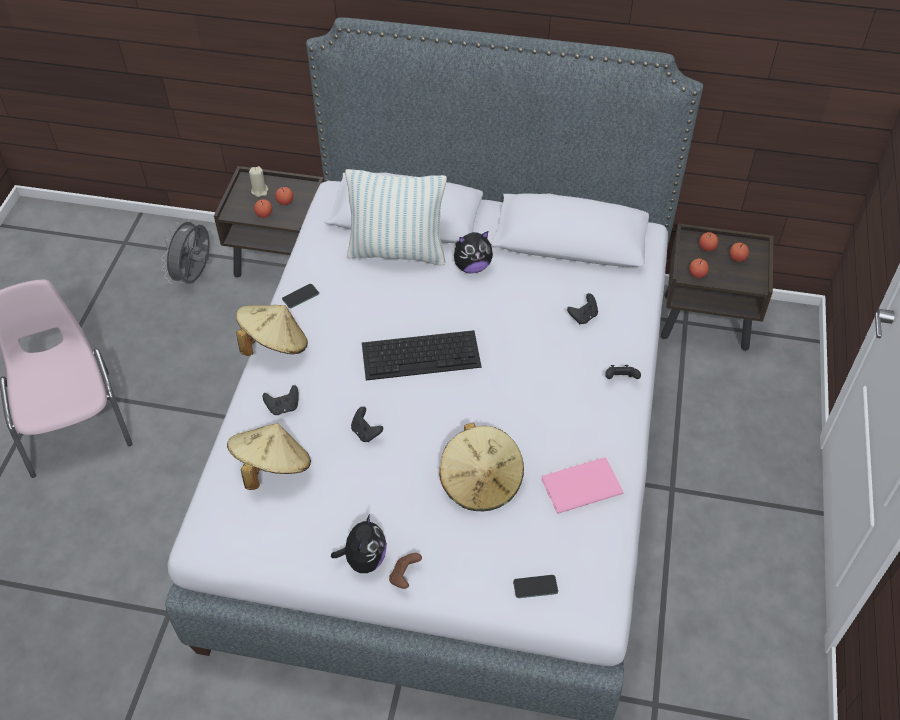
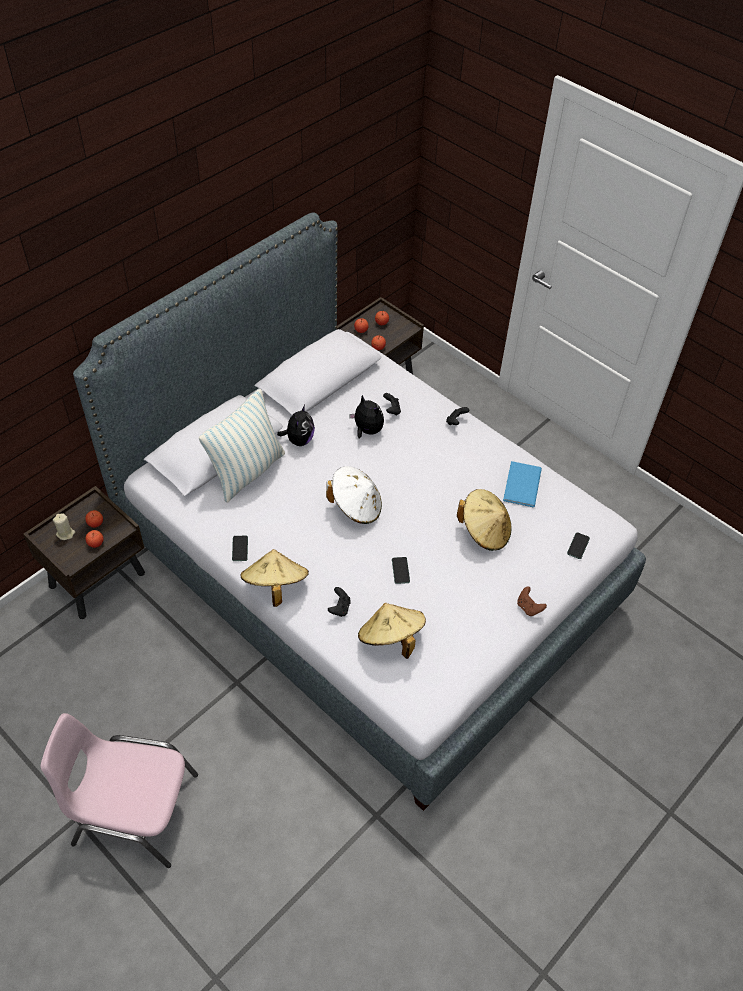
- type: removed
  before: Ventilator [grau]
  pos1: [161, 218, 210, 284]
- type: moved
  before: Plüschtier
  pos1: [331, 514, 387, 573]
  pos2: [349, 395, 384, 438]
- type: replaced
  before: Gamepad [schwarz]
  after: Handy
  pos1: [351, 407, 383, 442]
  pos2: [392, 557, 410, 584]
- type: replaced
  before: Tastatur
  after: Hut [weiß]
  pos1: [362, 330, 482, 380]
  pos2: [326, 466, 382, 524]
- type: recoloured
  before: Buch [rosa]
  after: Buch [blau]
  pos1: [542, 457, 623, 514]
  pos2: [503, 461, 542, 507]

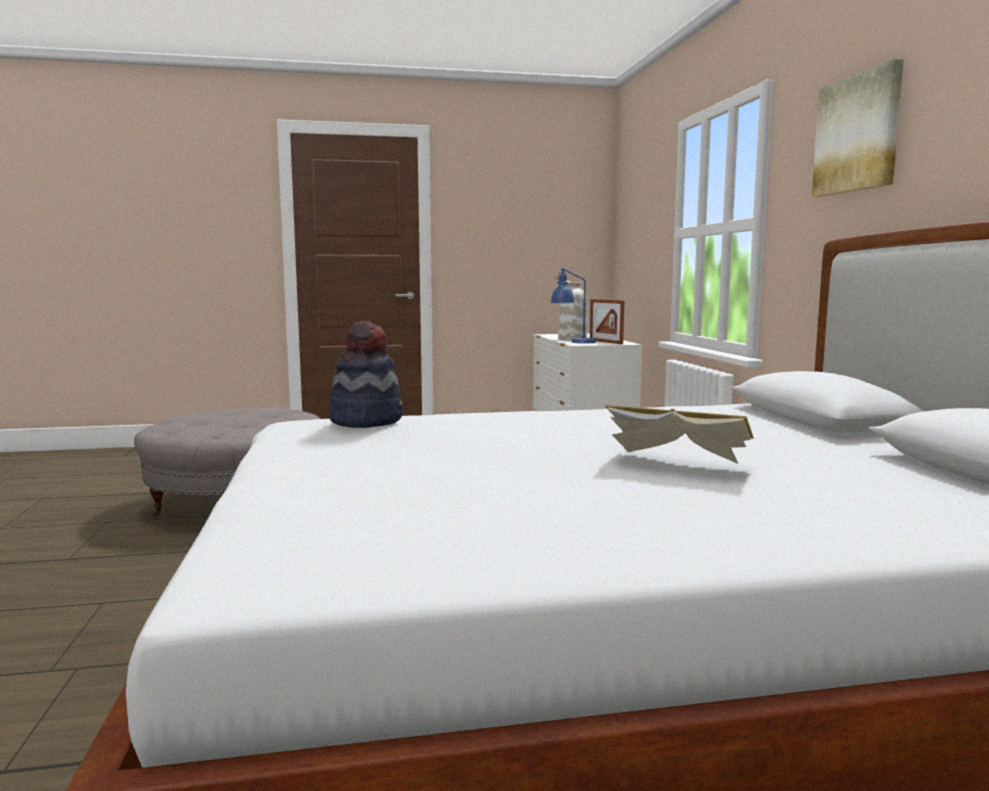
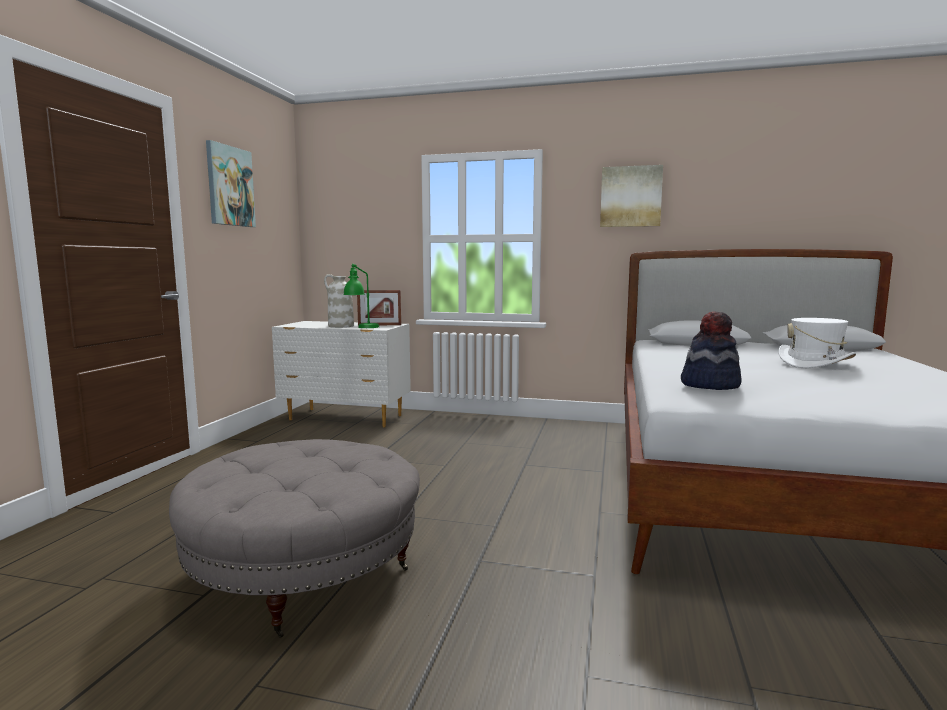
- type: recoloured
  before: Tischlampe [blau]
  after: Tischlampe [grün]
  pos1: [550, 268, 596, 343]
  pos2: [343, 264, 379, 328]
- type: replaced
  before: Buch
  after: Hut [weiß]
  pos1: [605, 405, 754, 464]
  pos2: [778, 318, 856, 368]
- type: added
  after: Bild
  pos2: [206, 140, 256, 227]

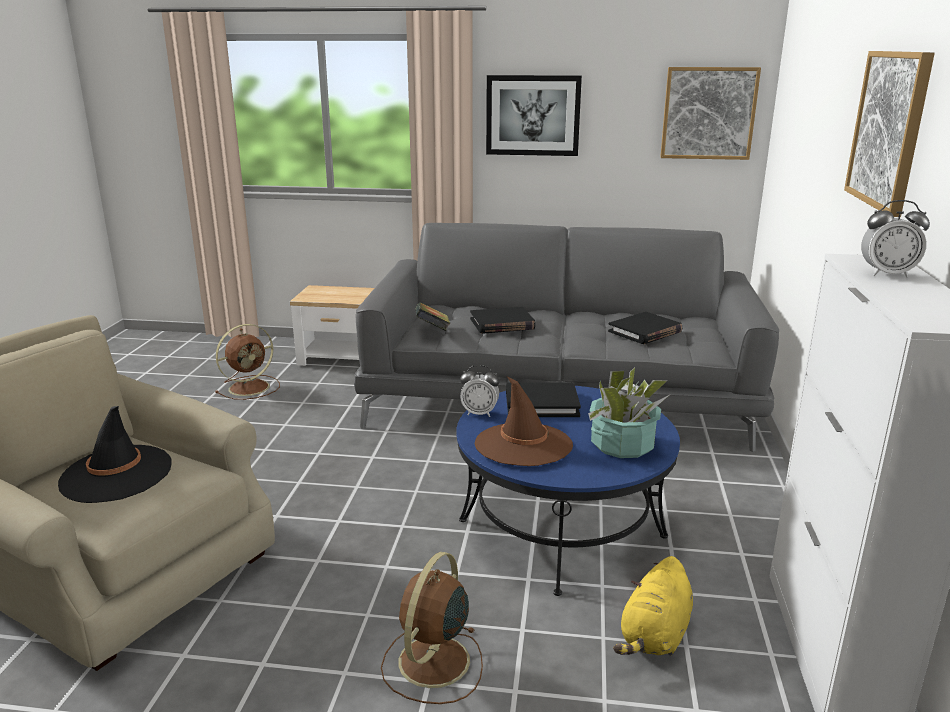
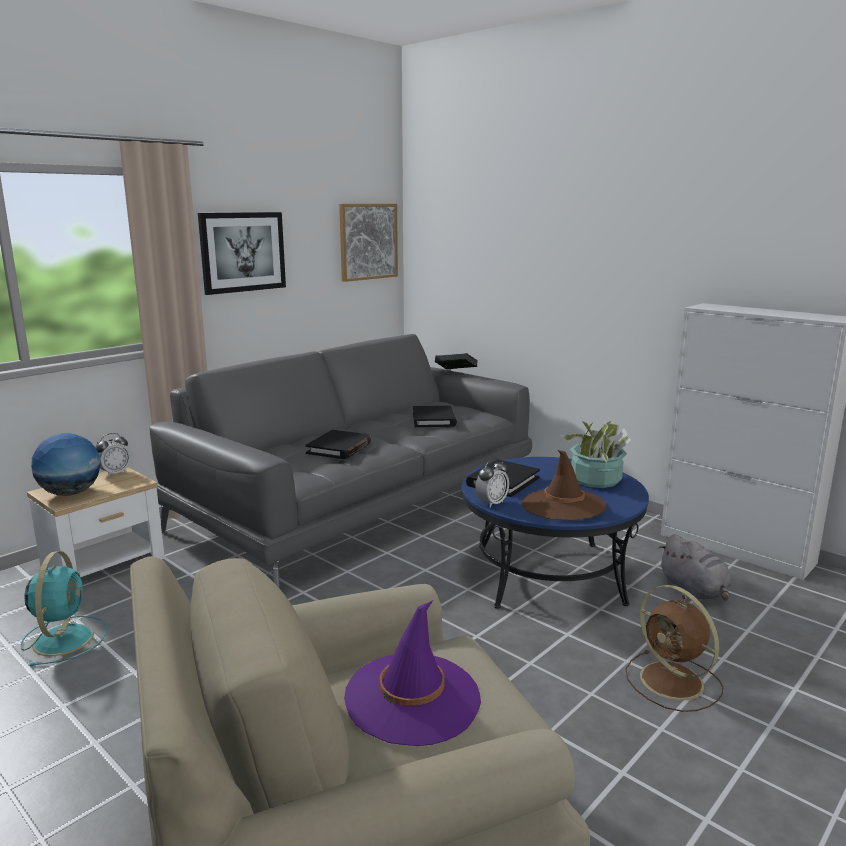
- type: recoloured
  before: Hut [schwarz]
  after: Hut [lila]
  pos1: [58, 406, 172, 503]
  pos2: [344, 600, 481, 746]
- type: recoloured
  before: Ventilator [braun]
  after: Ventilator [türkis]
  pos1: [215, 324, 280, 400]
  pos2: [21, 551, 107, 667]
- type: moved
  before: Buch
  pos1: [416, 302, 451, 331]
  pos2: [435, 353, 478, 370]
- type: recoloured
  before: Plüschtier [gelb]
  after: Plüschtier [grau]
  pos1: [613, 556, 693, 656]
  pos2: [659, 534, 731, 601]
- type: removed
  before: Bild
  pos1: [844, 51, 935, 217]
- type: moved
  before: Wecker
  pos1: [861, 200, 930, 278]
  pos2: [95, 433, 131, 477]
- type: added
  after: Globus
  pos2: [31, 433, 101, 496]

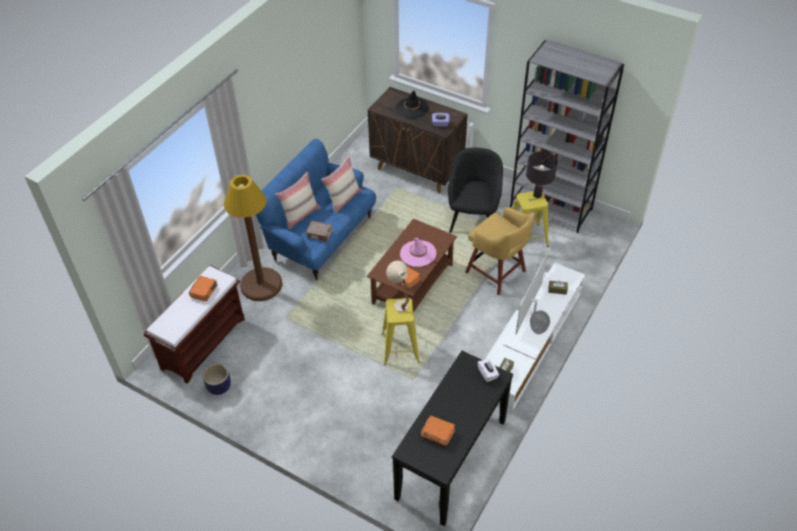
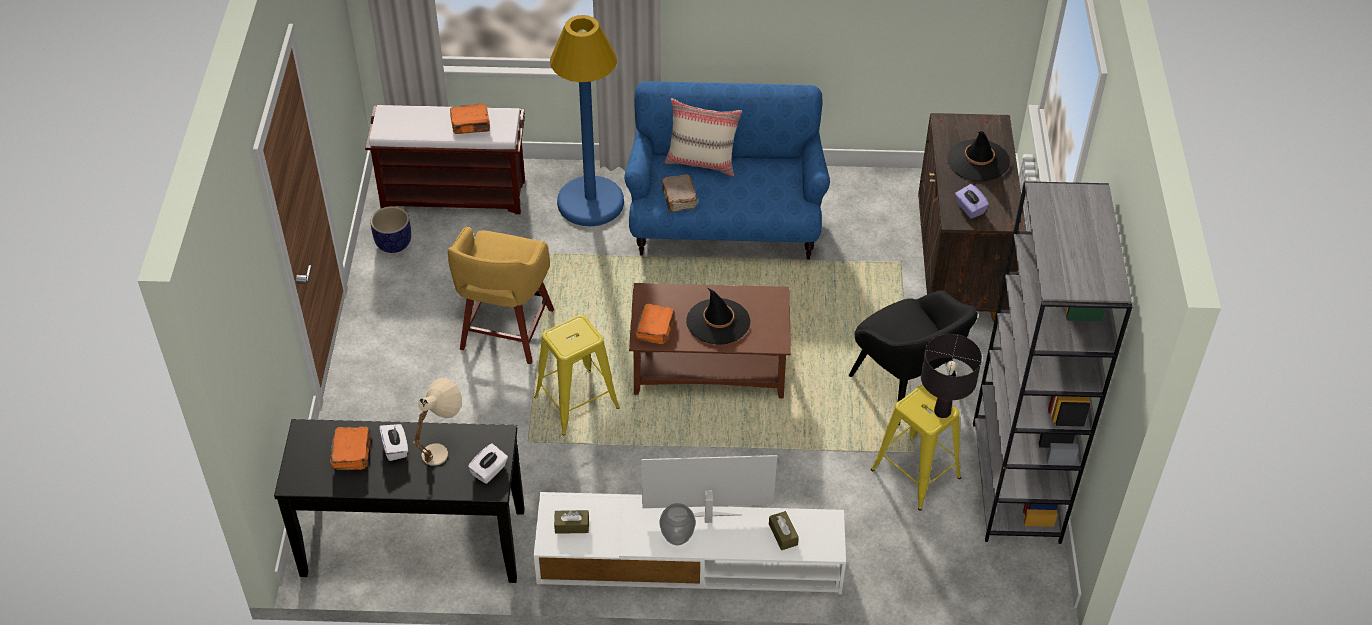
- type: recoloured
  before: Stehlampe [braun]
  after: Stehlampe [blau]
  pos1: [224, 175, 282, 301]
  pos2: [550, 15, 624, 226]
- type: removed
  before: Kissen [beige]
  pos1: [321, 156, 362, 214]
- type: moved
  before: Tischlampe [beige]
  pos1: [386, 260, 409, 312]
  pos2: [413, 378, 462, 466]
- type: recoloured
  before: Hut [rosa]
  after: Hut [schwarz]
  pos1: [400, 238, 437, 267]
  pos2: [686, 288, 750, 345]
- type: turned
  before: Sessel [schwarz]
  pos1: [448, 148, 503, 233]
  pos2: [849, 290, 977, 426]
  turn: 75
- type: moved
  before: Hocker [gelb]
  pos1: [465, 207, 535, 295]
  pos2: [448, 226, 554, 364]
- type: added
  after: Taschentuchbox [weiß]
  pos2: [379, 424, 408, 461]

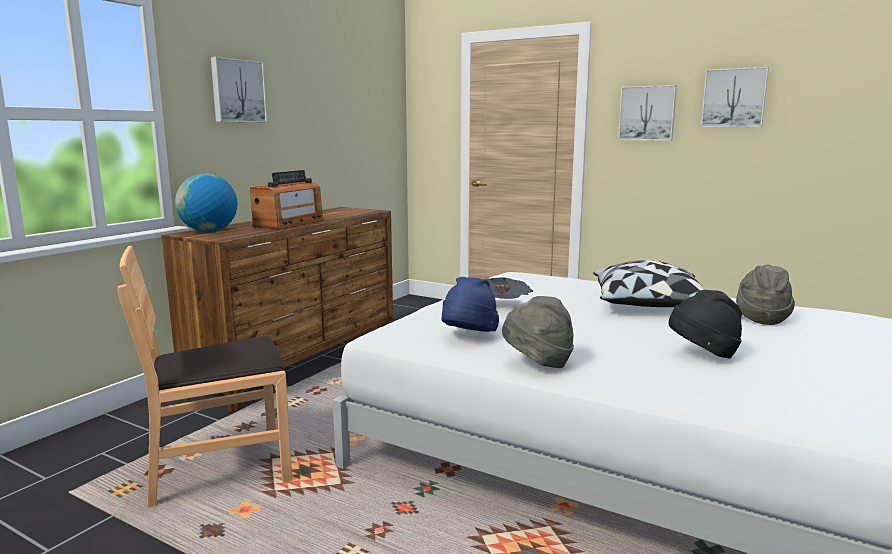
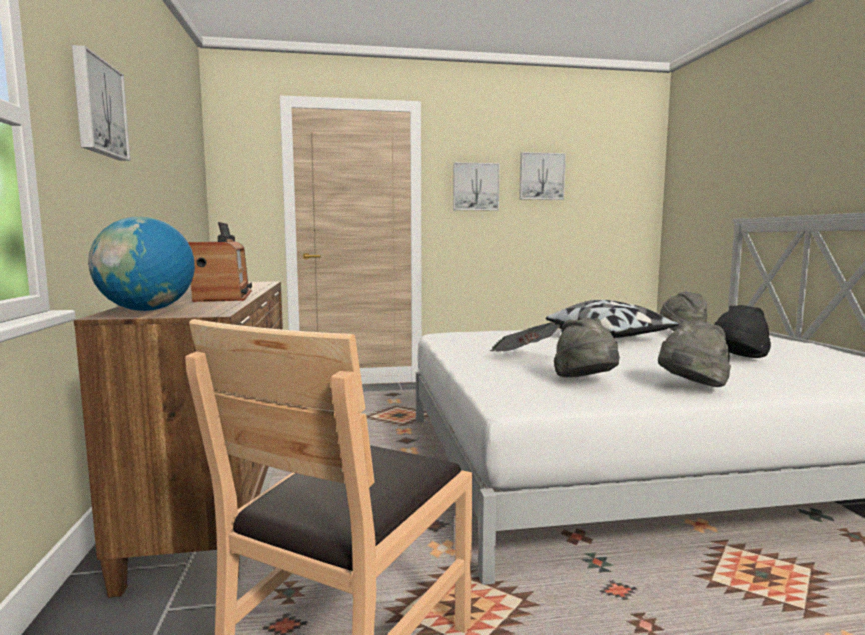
- type: recoloured
  before: Hut [blau]
  after: Hut [grau]
  pos1: [442, 277, 499, 332]
  pos2: [554, 318, 620, 377]

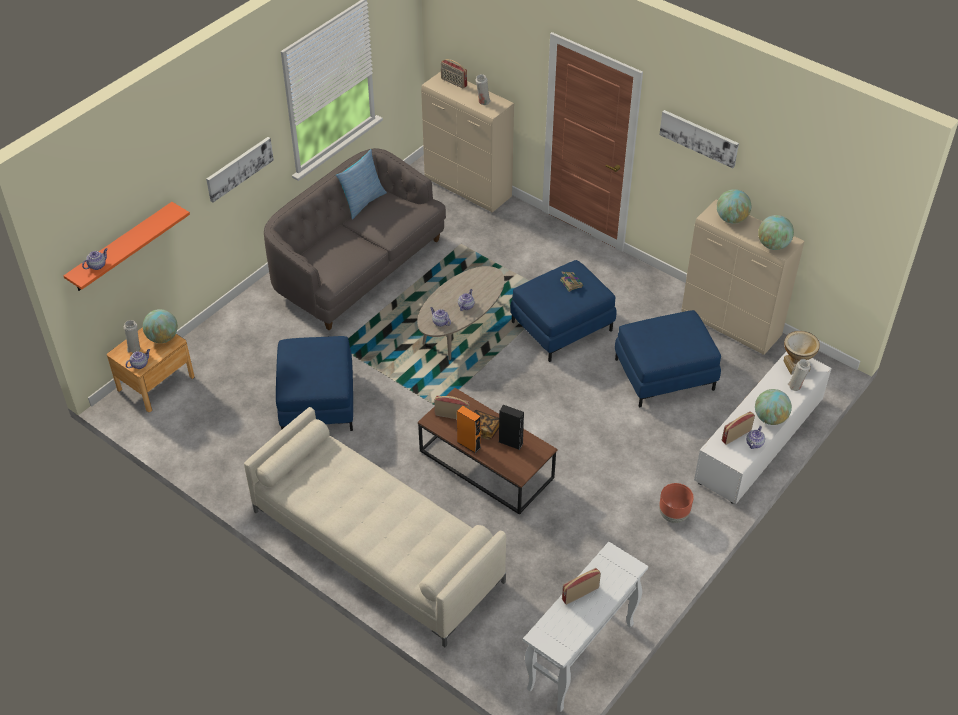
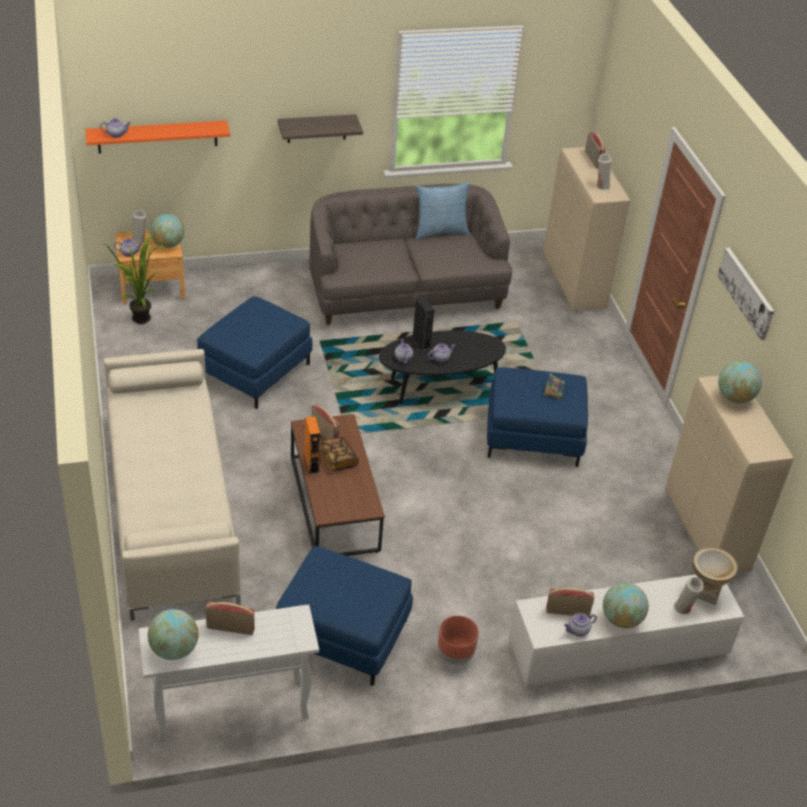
- type: replaced
  before: Bild
  after: Wandregal
  pos1: [206, 137, 274, 202]
  pos2: [277, 114, 363, 143]
- type: recoloured
  before: Couchtisch [beige]
  after: Couchtisch [schwarz]
  pos1: [417, 266, 504, 360]
  pos2: [379, 331, 506, 404]
- type: moved
  before: Lautsprecher [schwarz]
  pos1: [499, 405, 524, 450]
  pos2: [413, 297, 434, 350]
- type: moved
  before: Polsterhocker [blau]
  pos1: [615, 310, 721, 408]
  pos2: [276, 546, 413, 686]
- type: moved
  before: Globus
  pos1: [758, 215, 794, 250]
  pos2: [148, 609, 199, 660]
- type: added
  after: Topfpflanze
  pos2: [104, 234, 165, 324]

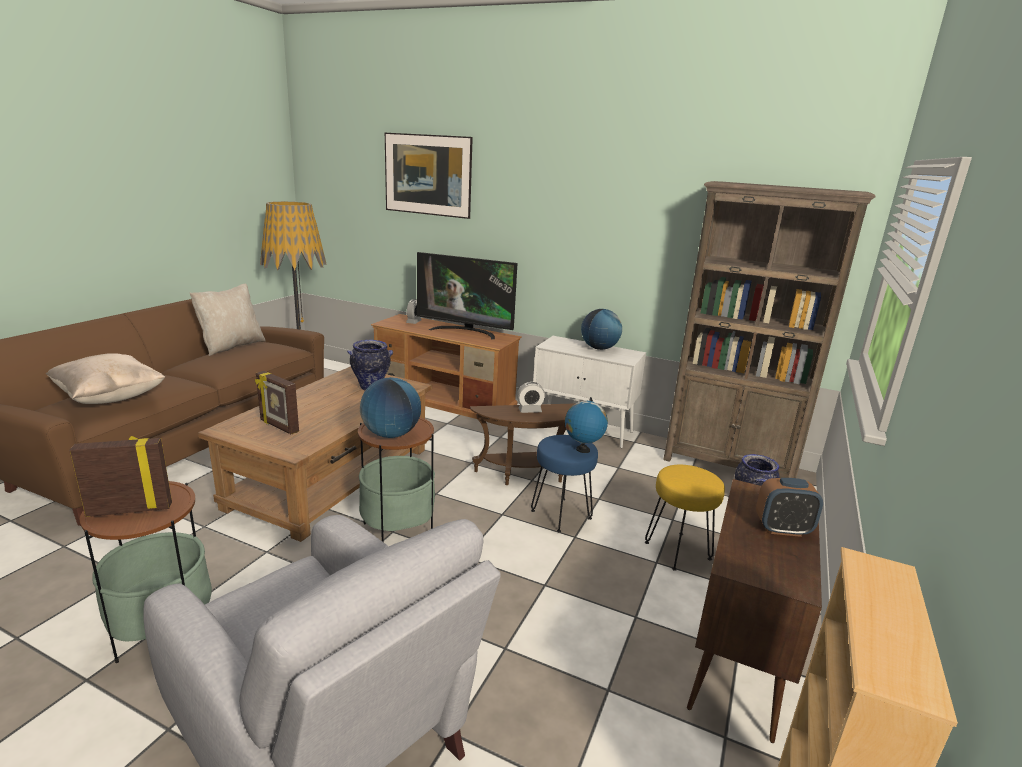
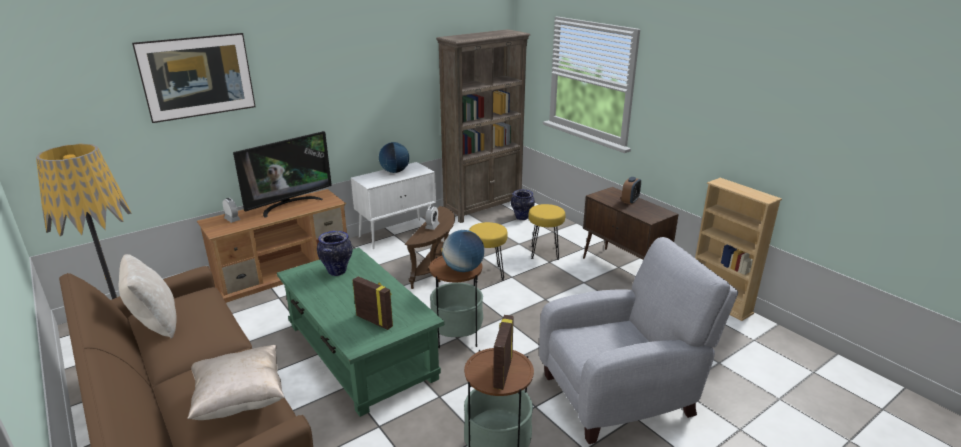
- type: recoloured
  before: Couchtisch [braun]
  after: Couchtisch [grün]
  pos1: [198, 366, 432, 542]
  pos2: [277, 247, 444, 417]
- type: turned
  before: Bilderrahmen
  pos1: [255, 371, 299, 434]
  pos2: [353, 276, 393, 330]
  turn: -120
- type: recoloured
  before: Hocker [blau]
  after: Hocker [gelb]
  pos1: [531, 435, 598, 532]
  pos2: [469, 222, 508, 282]
- type: removed
  before: Globus
  pos1: [565, 397, 608, 453]

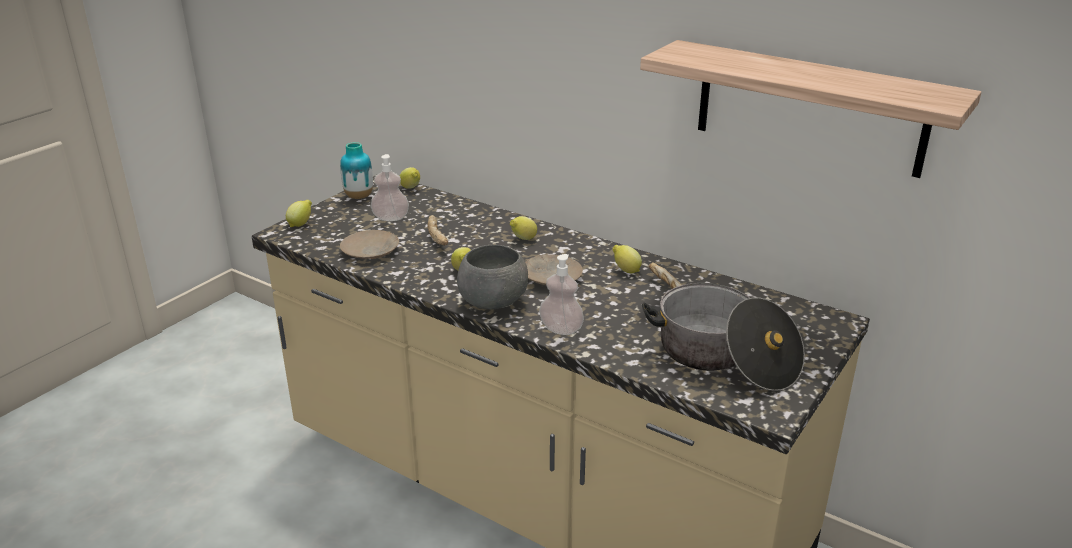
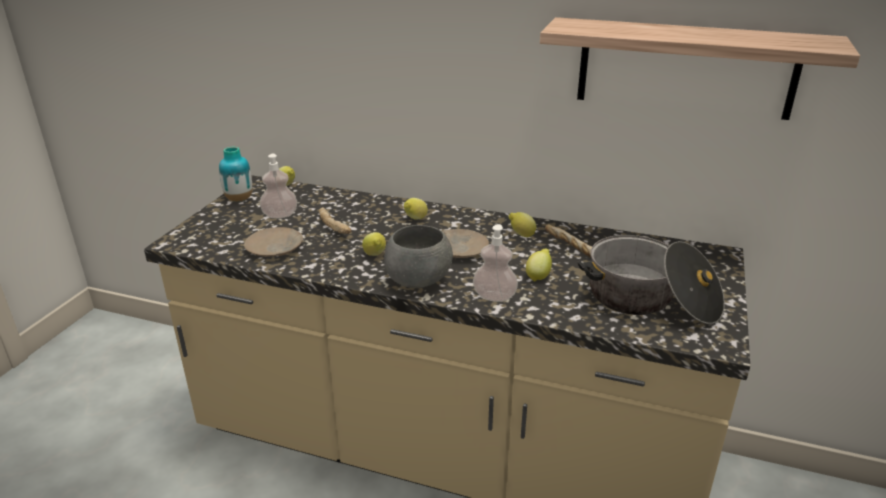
- type: moved
  before: Zitrone
  pos1: [286, 200, 312, 227]
  pos2: [526, 249, 552, 282]

